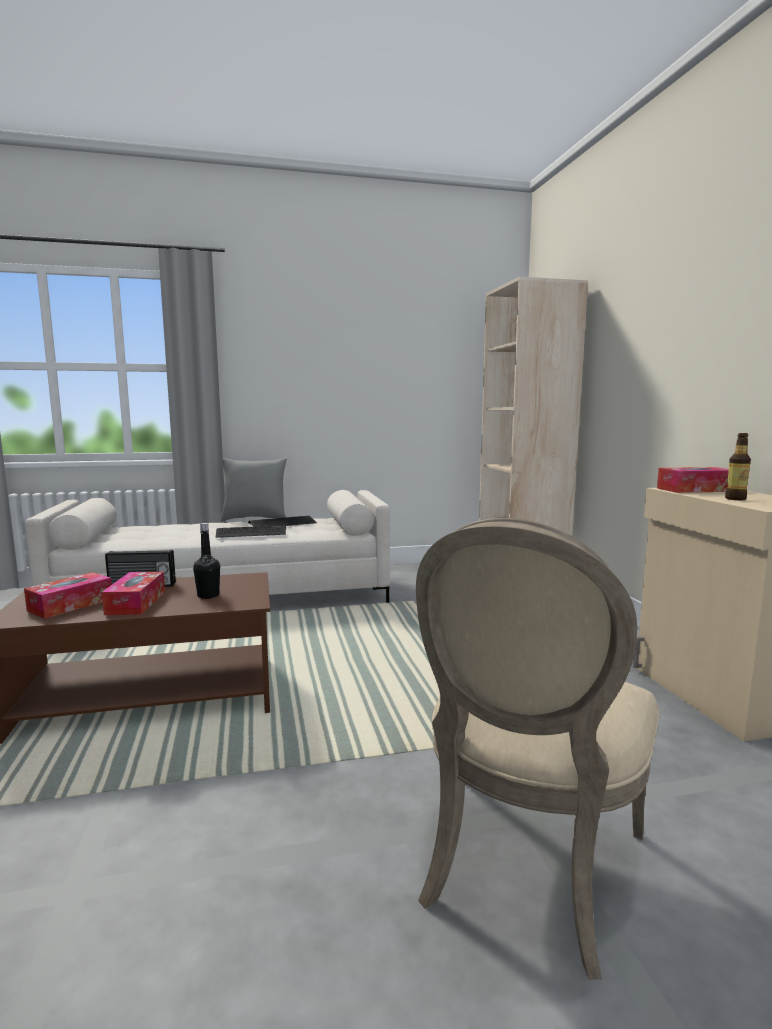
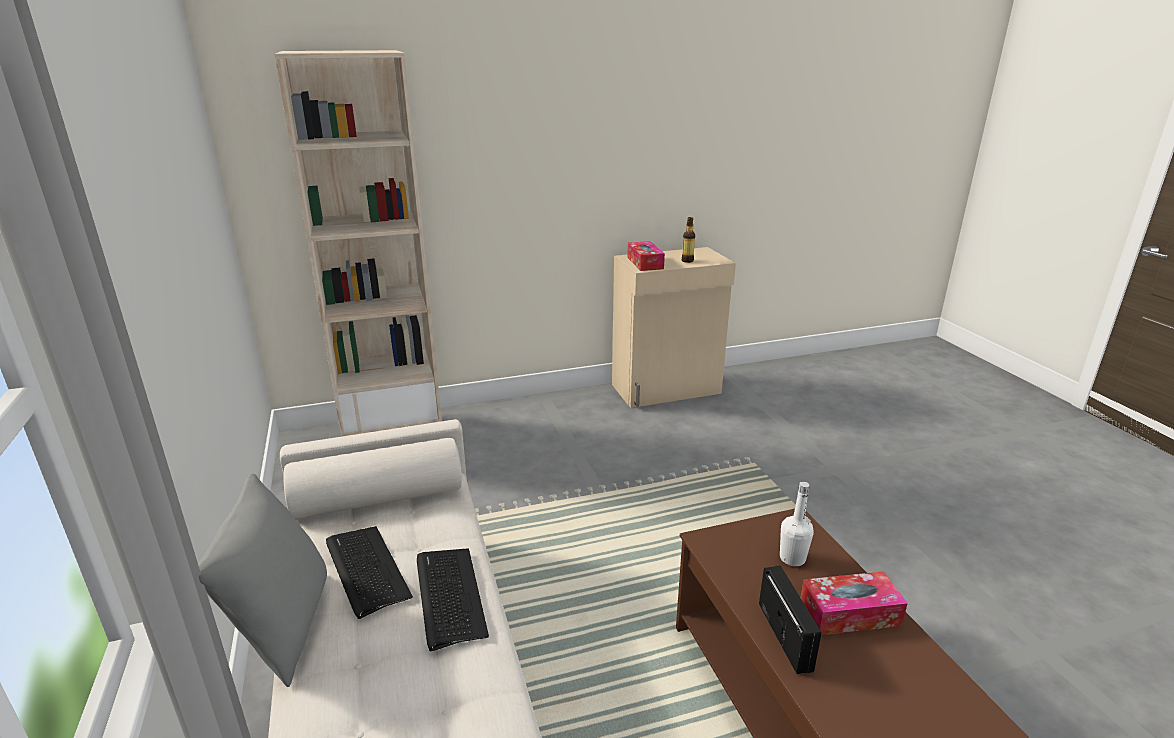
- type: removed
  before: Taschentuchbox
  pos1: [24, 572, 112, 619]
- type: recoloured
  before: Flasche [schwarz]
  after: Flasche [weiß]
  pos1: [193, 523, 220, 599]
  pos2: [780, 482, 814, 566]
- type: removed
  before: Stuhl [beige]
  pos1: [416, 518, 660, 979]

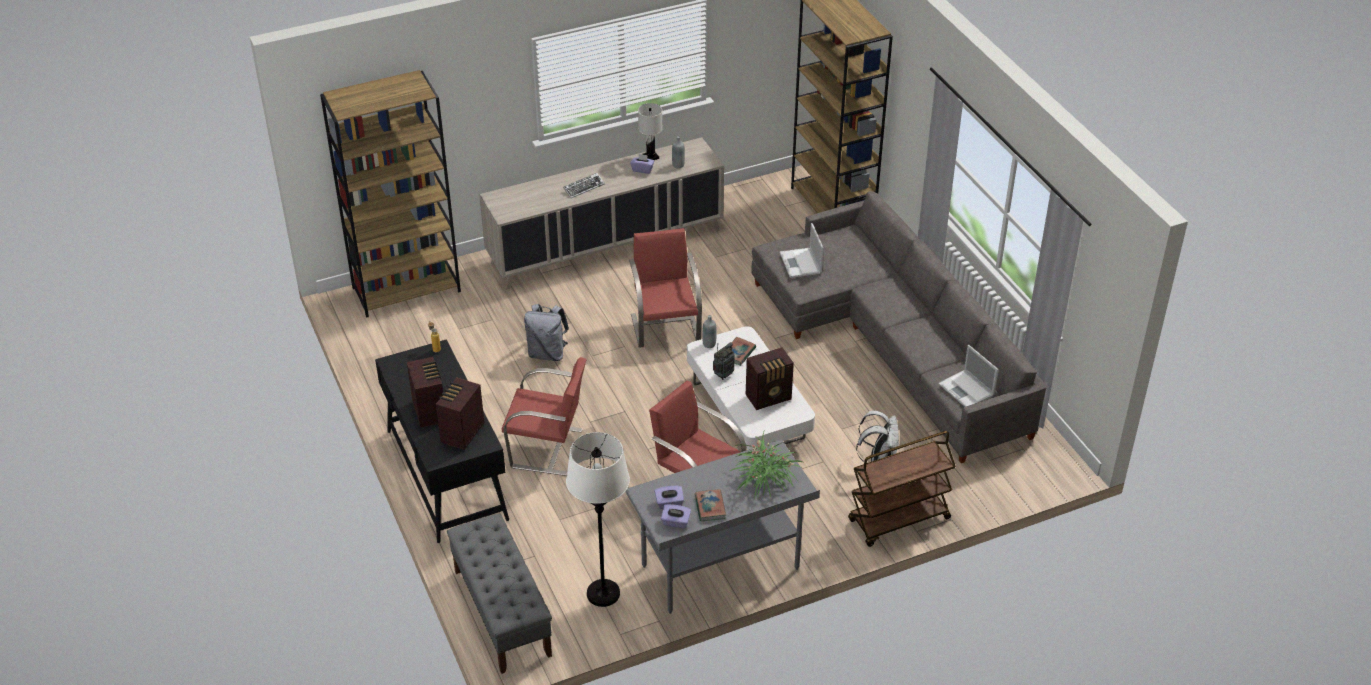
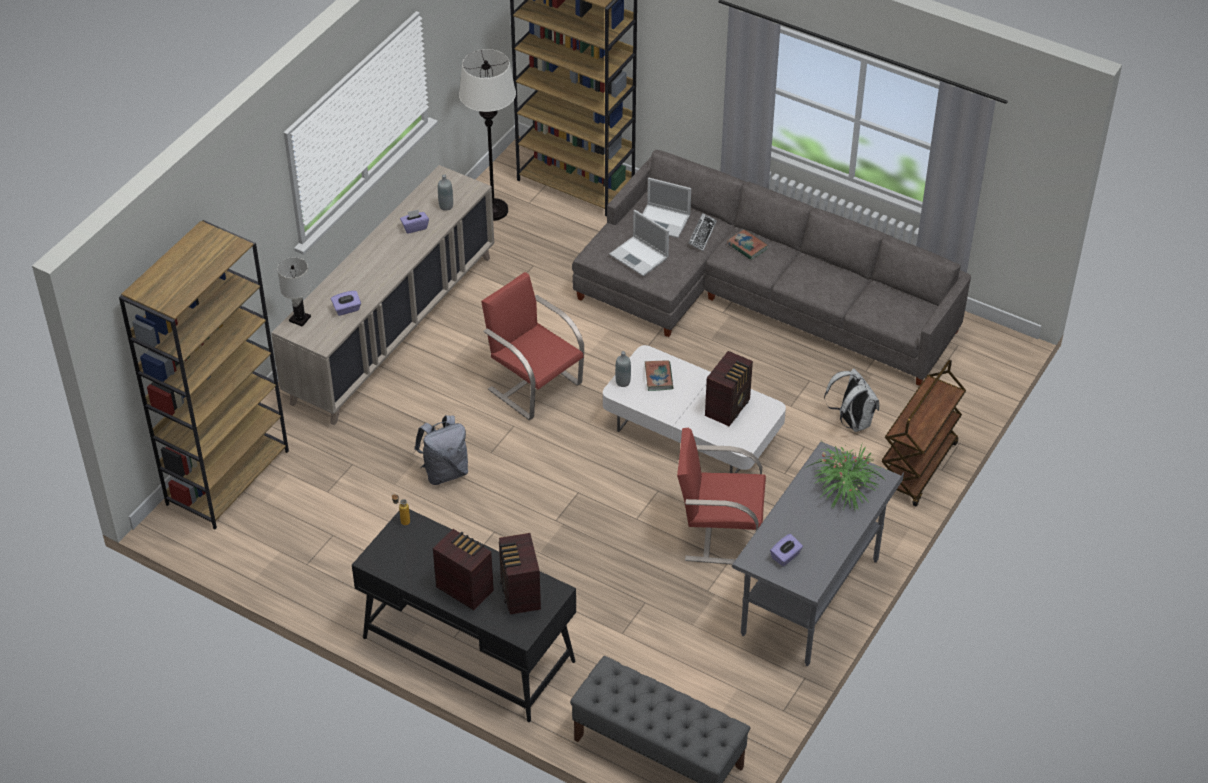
- type: removed
  before: Stuhl [rot]
  pos1: [502, 357, 587, 476]
- type: moved
  before: Tastatur
  pos1: [563, 173, 605, 198]
  pos2: [688, 213, 717, 251]
- type: moved
  before: Stehlampe [weiß]
  pos1: [566, 432, 630, 607]
  pos2: [459, 49, 516, 221]
- type: moved
  before: Tischlampe [weiß]
  pos1: [638, 103, 663, 160]
  pos2: [277, 257, 311, 327]
- type: moved
  before: Taschentuchbox [lila]
  pos1: [661, 504, 691, 529]
  pos2: [331, 291, 361, 316]
- type: moved
  before: Buch
  pos1: [695, 489, 726, 521]
  pos2: [727, 229, 768, 260]
- type: removed
  before: Radio
  pos1: [713, 342, 735, 380]
- type: moved
  before: Laptop
  pos1: [938, 345, 999, 407]
  pos2: [642, 178, 691, 238]

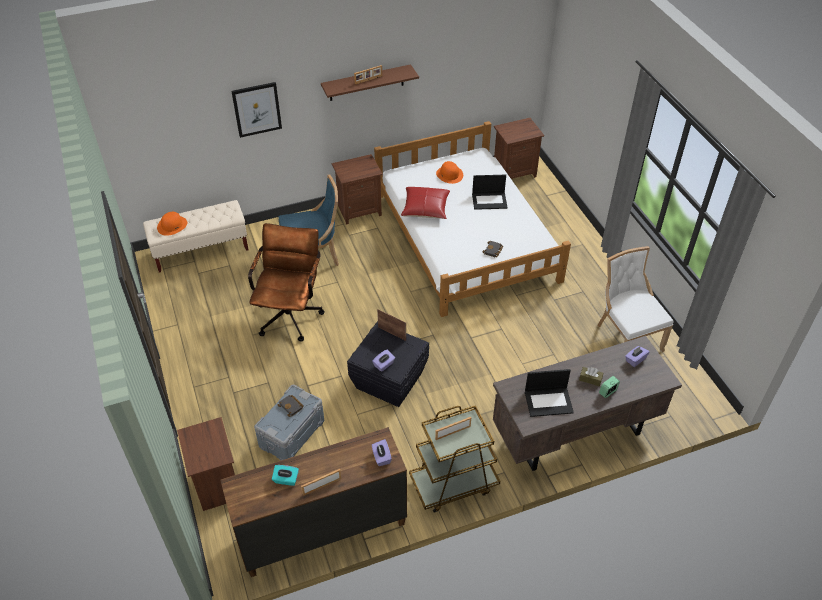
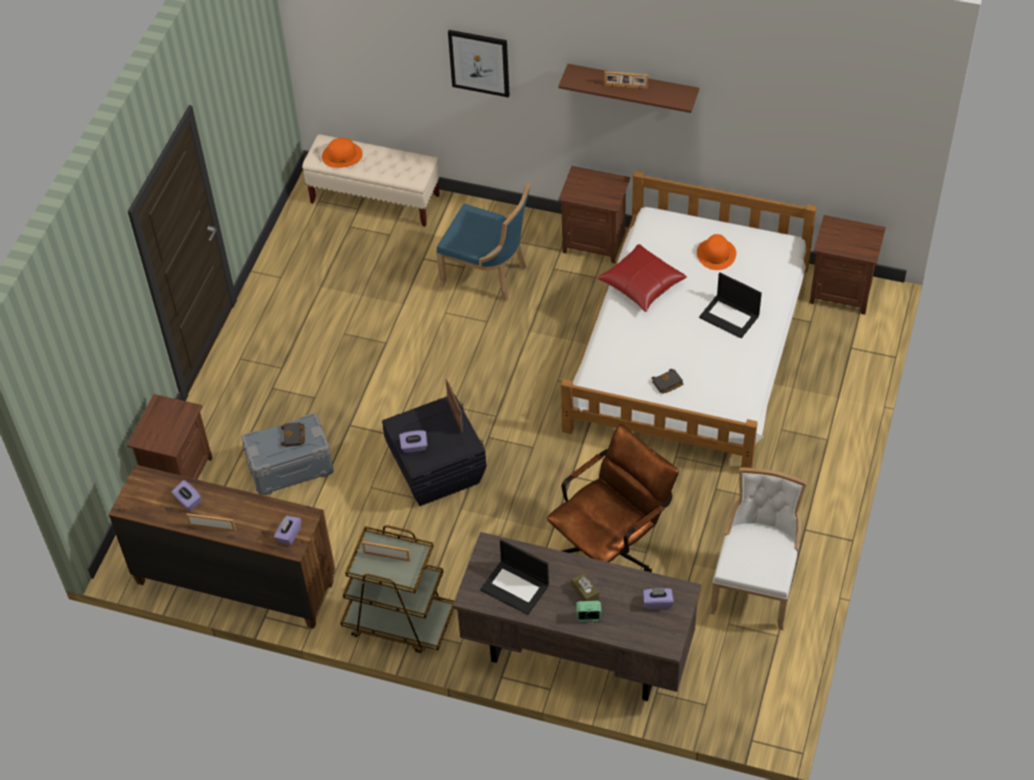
- type: moved
  before: Bürostuhl [braun]
  pos1: [248, 223, 324, 341]
  pos2: [547, 424, 679, 573]
- type: recoloured
  before: Taschentuchbox [türkis]
  after: Taschentuchbox [lila]
  pos1: [272, 465, 299, 486]
  pos2: [172, 480, 201, 511]

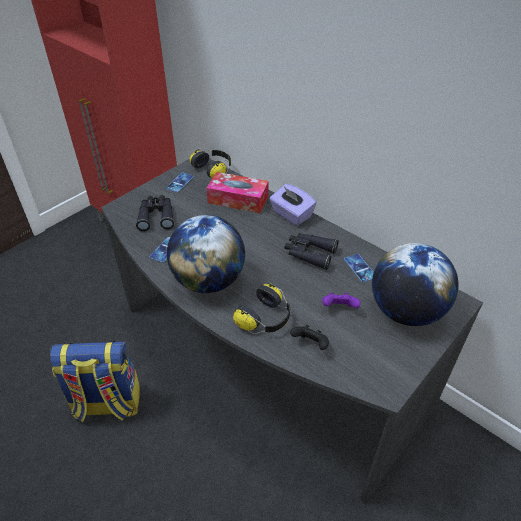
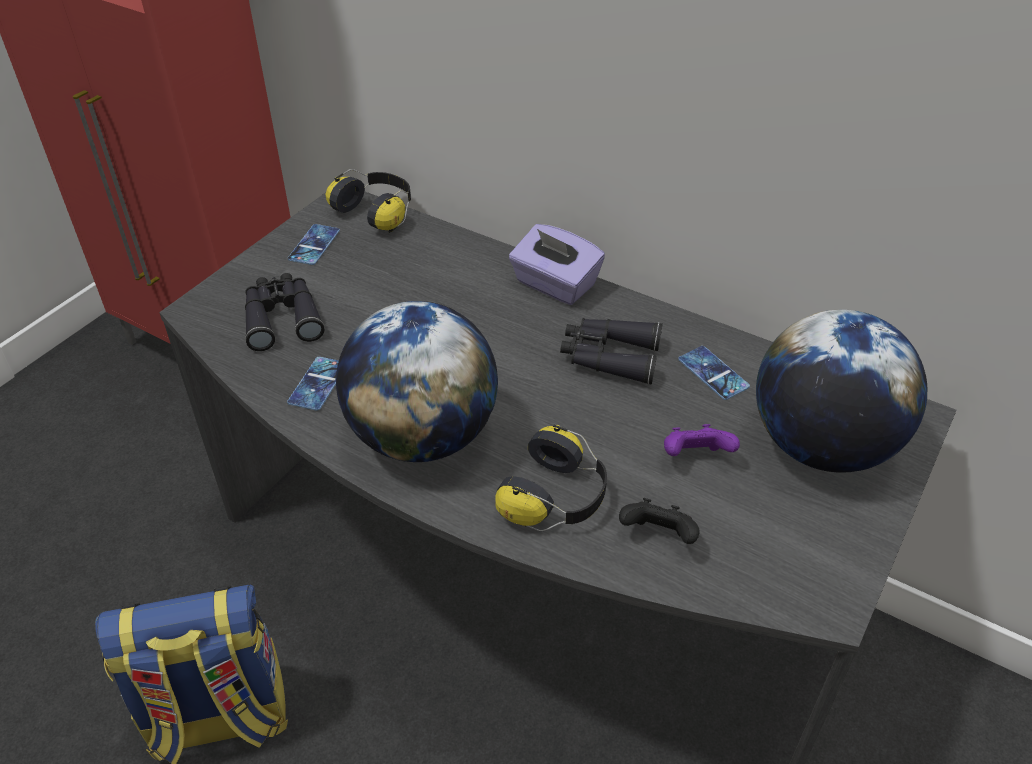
- type: removed
  before: Taschentuchbox
  pos1: [206, 172, 269, 213]

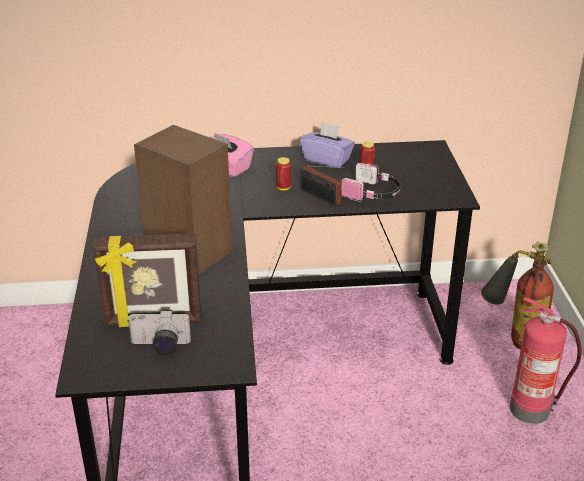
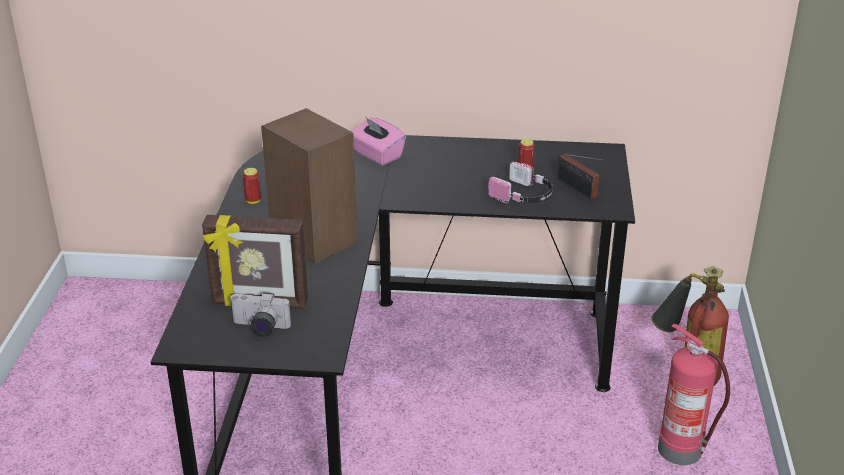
- type: moved
  before: Dose
  pos1: [276, 157, 291, 191]
  pos2: [243, 168, 261, 204]
- type: removed
  before: Taschentuchbox [lila]
  pos1: [300, 122, 355, 167]
- type: moved
  before: Radio
  pos1: [300, 166, 345, 206]
  pos2: [557, 154, 604, 200]

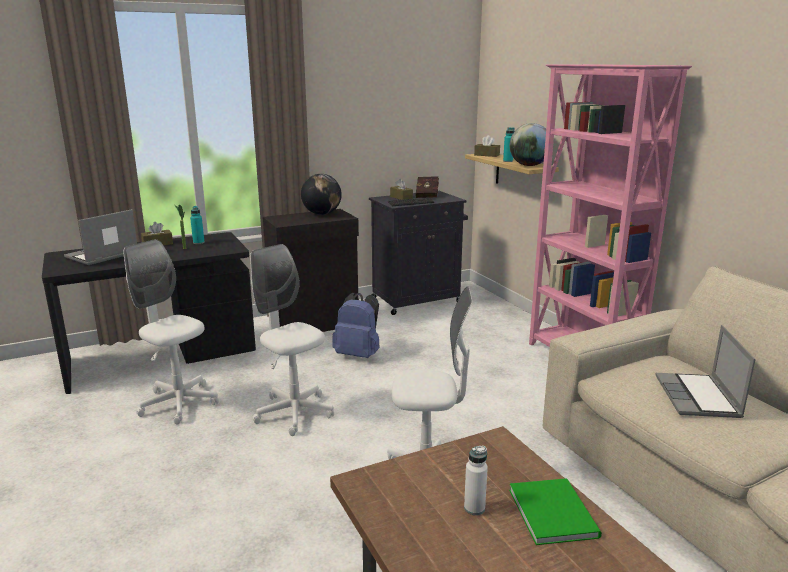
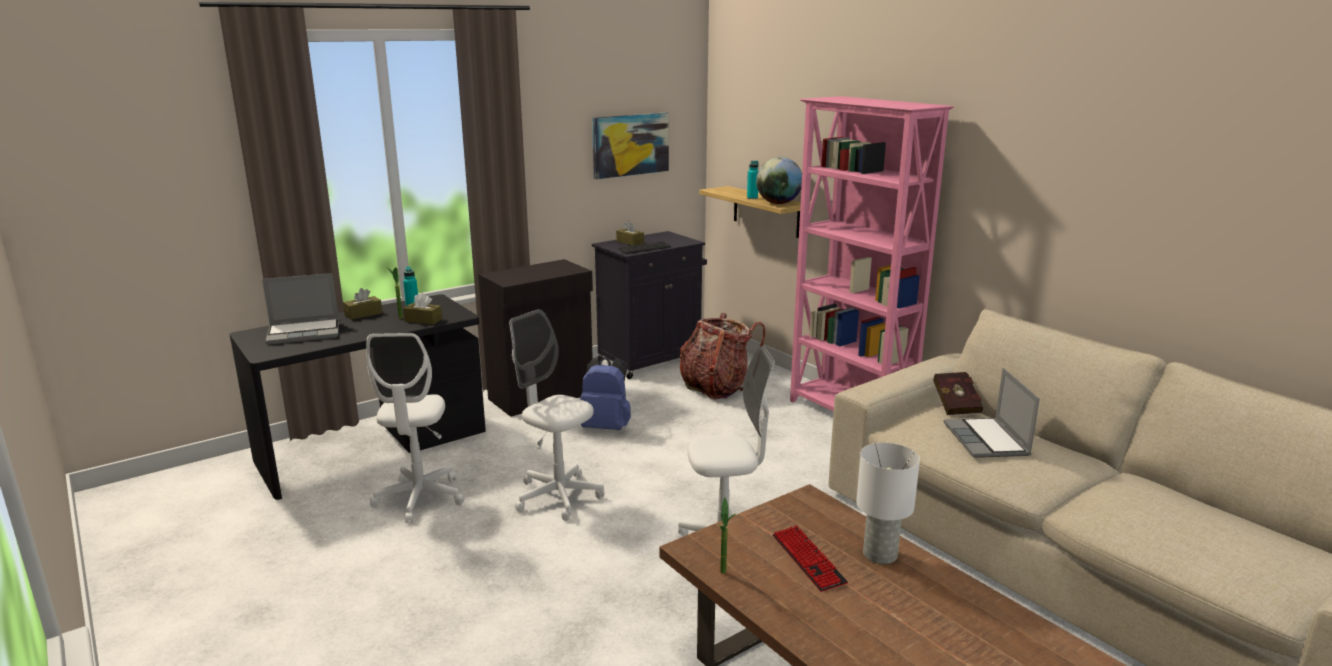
- type: turned
  before: Laptop
  pos1: [64, 209, 137, 265]
  pos2: [262, 273, 339, 345]
  turn: -135
- type: turned
  before: Bürostuhl [weiß]
  pos1: [123, 239, 219, 425]
  pos2: [366, 333, 464, 523]
  turn: -120
- type: removed
  before: Globus
  pos1: [301, 174, 342, 215]
- type: moved
  before: Buch [rot]
  pos1: [416, 177, 439, 198]
  pos2: [933, 372, 983, 415]
- type: replaced
  before: Flasche [weiß]
  after: Tastatur
  pos1: [464, 446, 488, 515]
  pos2: [772, 525, 848, 592]
- type: moved
  before: Taschentuchbox [braun]
  pos1: [474, 135, 500, 157]
  pos2: [403, 293, 442, 324]
- type: replaced
  before: Buch [grün]
  after: Tischlampe [weiß]
  pos1: [509, 478, 602, 545]
  pos2: [856, 443, 920, 564]
- type: added
  after: Bild
  pos2: [592, 112, 669, 179]
- type: added
  after: Rucksack
  pos2: [680, 313, 765, 400]
- type: added
  after: Topfpflanze
  pos2: [718, 498, 735, 574]

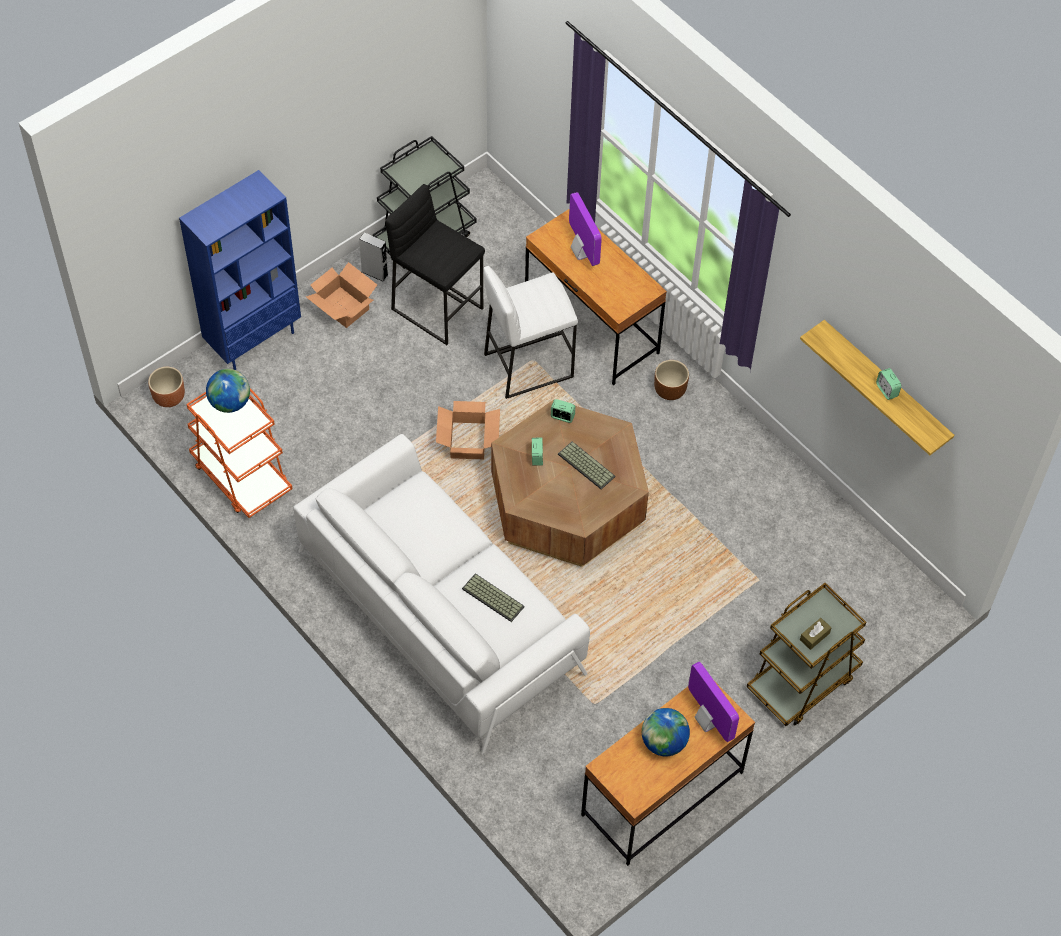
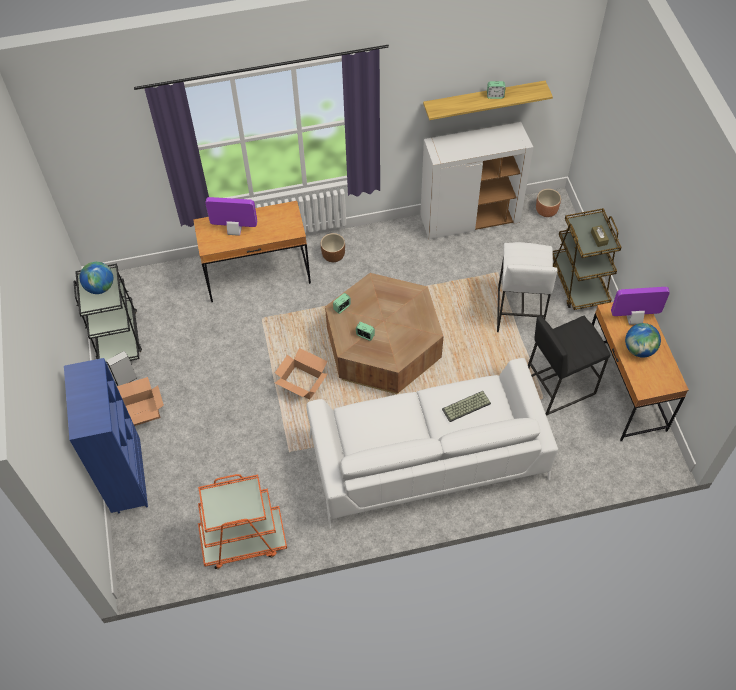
- type: moved
  before: Pflanzkübel [braun]
  pos1: [148, 367, 185, 407]
  pos2: [536, 189, 561, 217]
- type: moved
  before: Globus
  pos1: [206, 369, 250, 413]
  pos2: [80, 261, 113, 294]
- type: moved
  before: Hocker [schwarz]
  pos1: [386, 184, 485, 345]
  pos2: [528, 316, 611, 416]
- type: moved
  before: Hocker [weiß]
  pos1: [484, 266, 578, 399]
  pos2: [497, 242, 557, 332]
- type: removed
  before: Tastatur
  pos1: [558, 441, 615, 489]
- type: added
  after: Schrank [weiß]
  pos2: [420, 122, 533, 240]

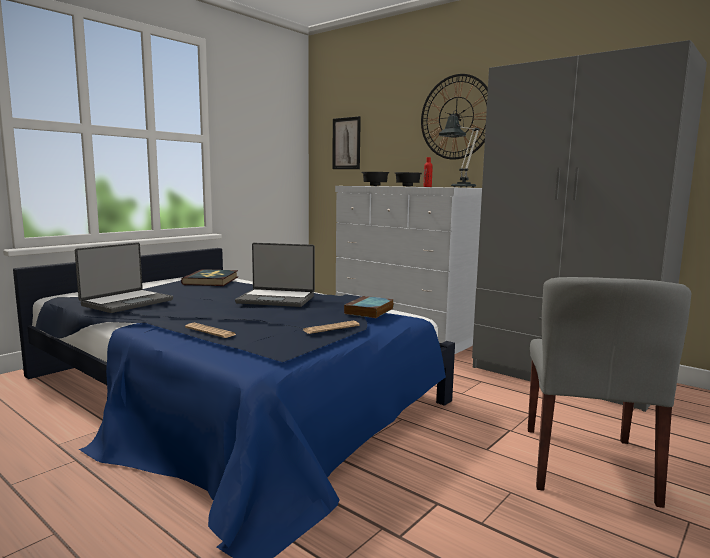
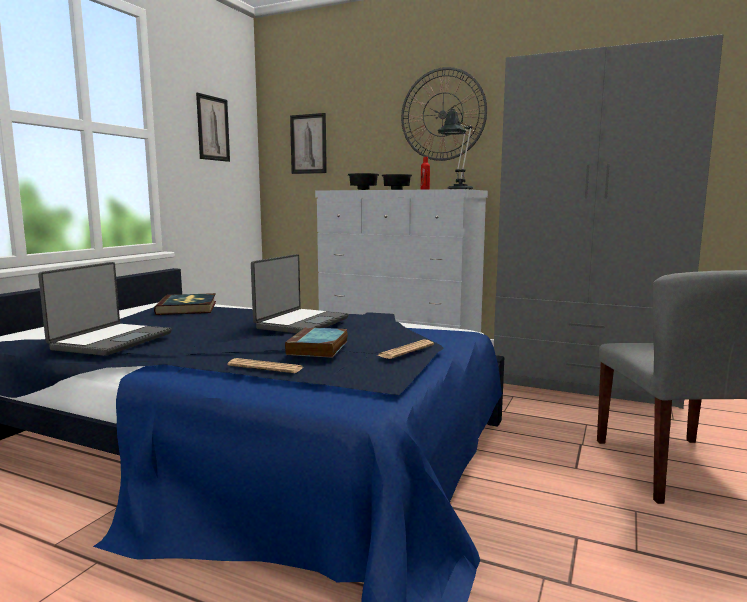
- type: turned
  before: Laptop
  pos1: [235, 243, 315, 307]
  pos2: [251, 254, 349, 333]
  turn: -60
- type: moved
  before: Buch
  pos1: [344, 296, 394, 318]
  pos2: [285, 327, 348, 358]
- type: added
  after: Bild
  pos2: [196, 93, 230, 162]

